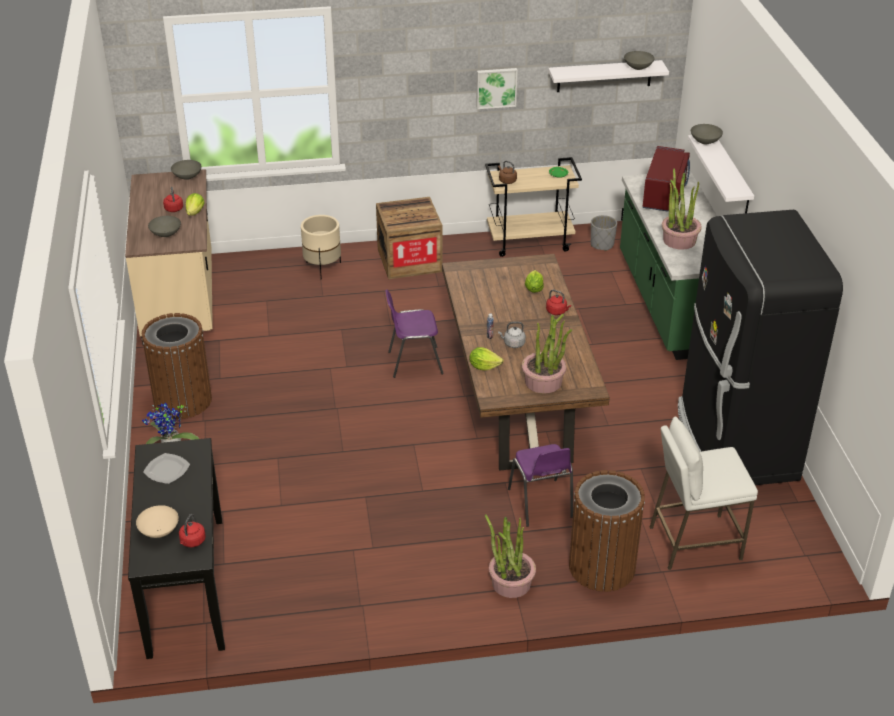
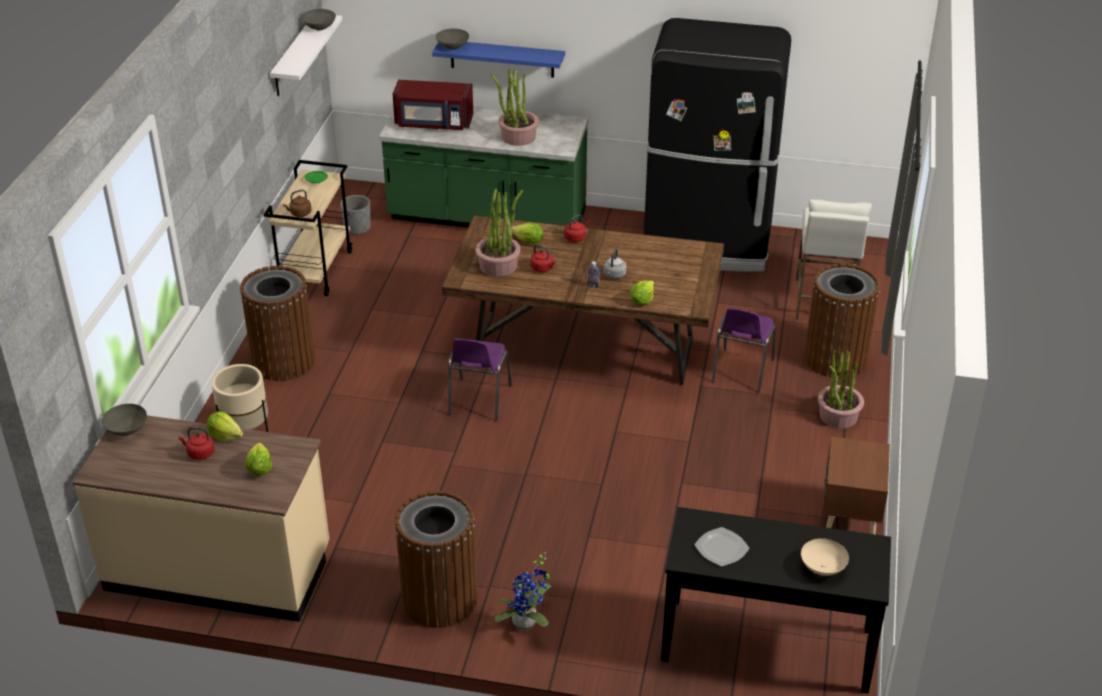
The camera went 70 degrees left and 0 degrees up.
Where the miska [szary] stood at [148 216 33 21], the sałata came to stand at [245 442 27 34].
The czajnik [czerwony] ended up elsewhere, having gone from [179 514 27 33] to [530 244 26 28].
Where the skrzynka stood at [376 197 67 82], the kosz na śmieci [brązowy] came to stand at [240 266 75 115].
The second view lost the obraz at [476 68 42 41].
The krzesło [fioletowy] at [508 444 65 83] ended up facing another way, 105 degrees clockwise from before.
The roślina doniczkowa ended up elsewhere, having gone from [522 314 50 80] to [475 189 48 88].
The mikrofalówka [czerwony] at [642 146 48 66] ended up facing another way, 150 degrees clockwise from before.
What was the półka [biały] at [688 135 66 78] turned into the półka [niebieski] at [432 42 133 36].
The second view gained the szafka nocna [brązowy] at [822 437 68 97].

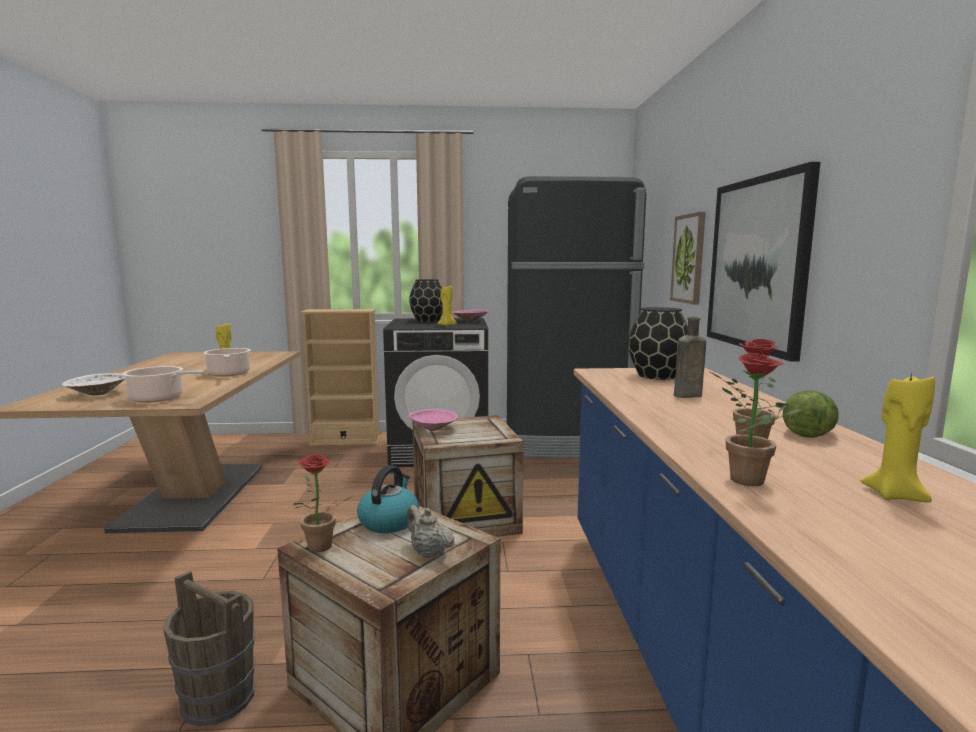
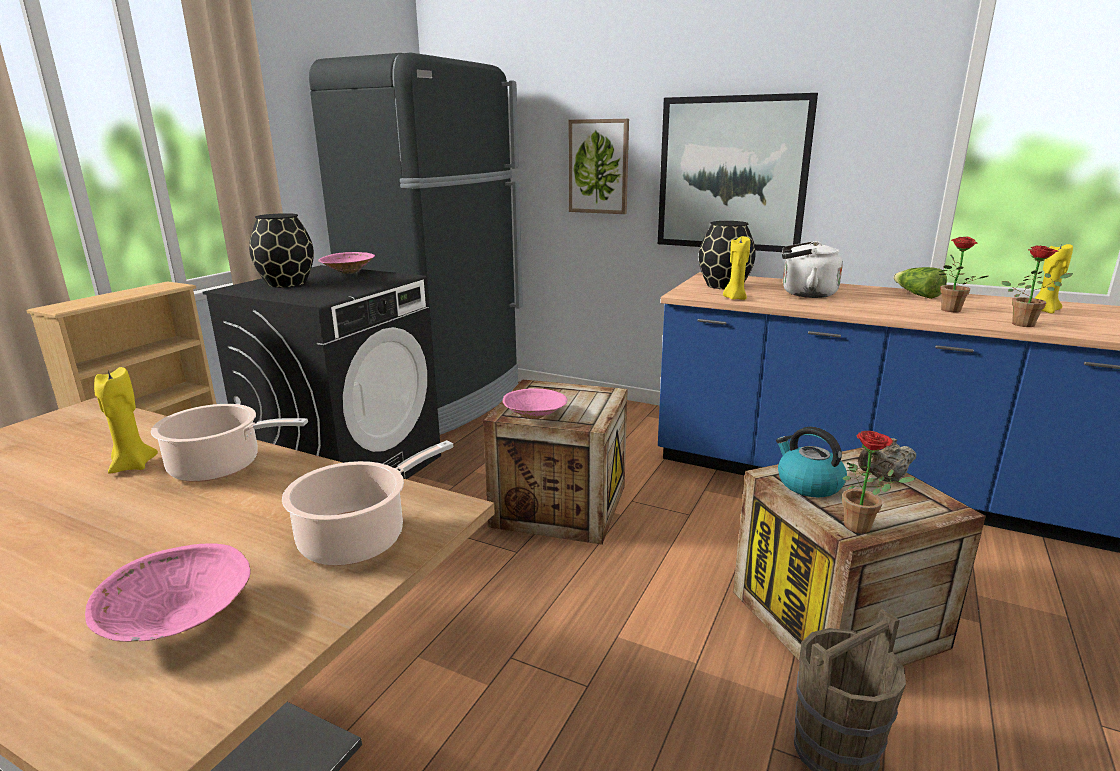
The camera went 60 degrees left and 10 degrees up.
What was the miska [biały] at [62 373 63 23] turned into the miska [różowy] at [85 543 166 99].
The świeca [żółty] ended up elsewhere, having gone from [437 285 20 41] to [723 236 27 64].
Where the butelka [brązowy] stood at [674 317 32 81], the czajnik [biały] came to stand at [782 241 61 57].

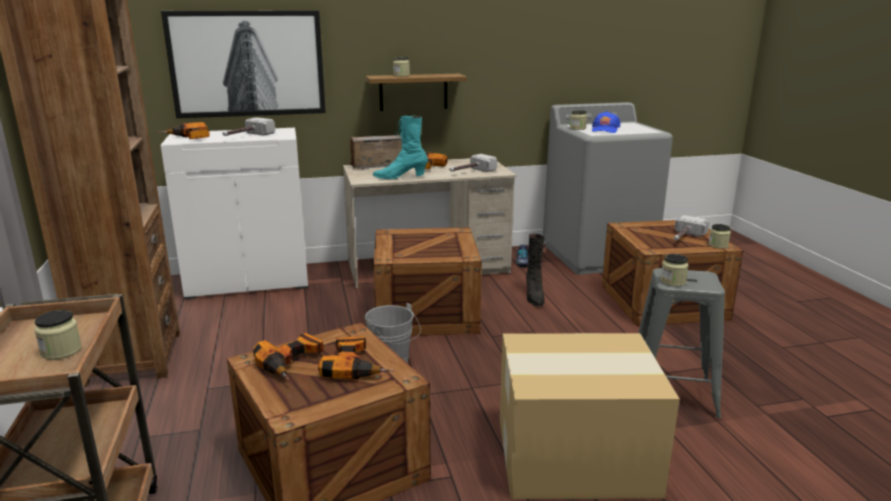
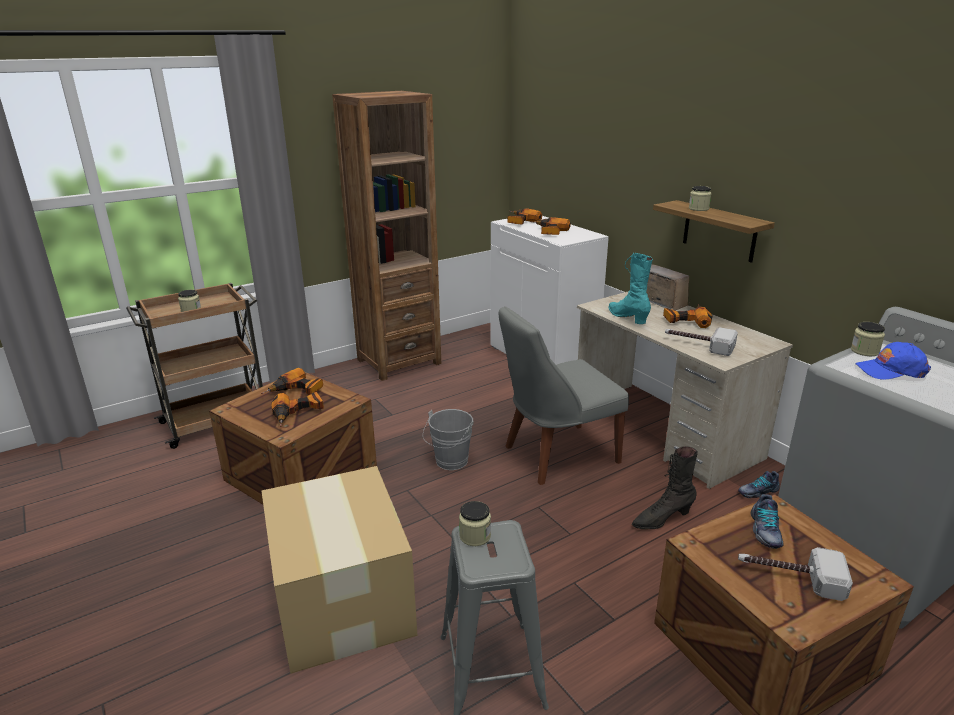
The camera went 70 degrees right and 5 degrees up.
The second view lost the obraz at [161 10 165 108].
Where the młotek stood at [223 117 52 19], the wiertarka came to stand at [530 217 41 18].
Where the skrzynka stood at [374 227 108 109], the krzesło [szary] came to stand at [499 306 130 179].
The second view lost the słoik at [708 224 23 25].
The second view gained the but at [750 494 34 55].

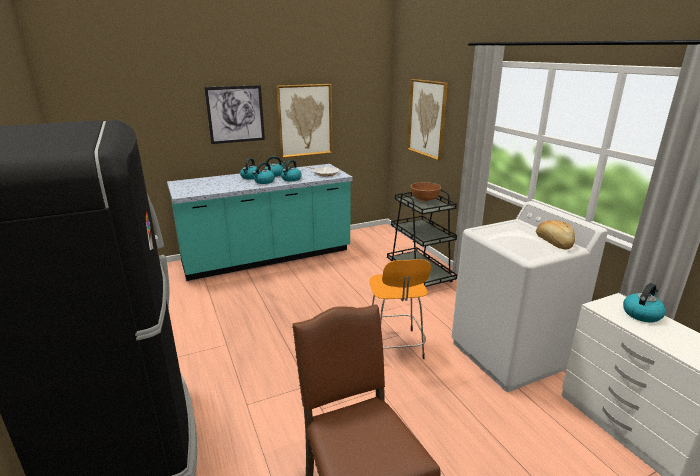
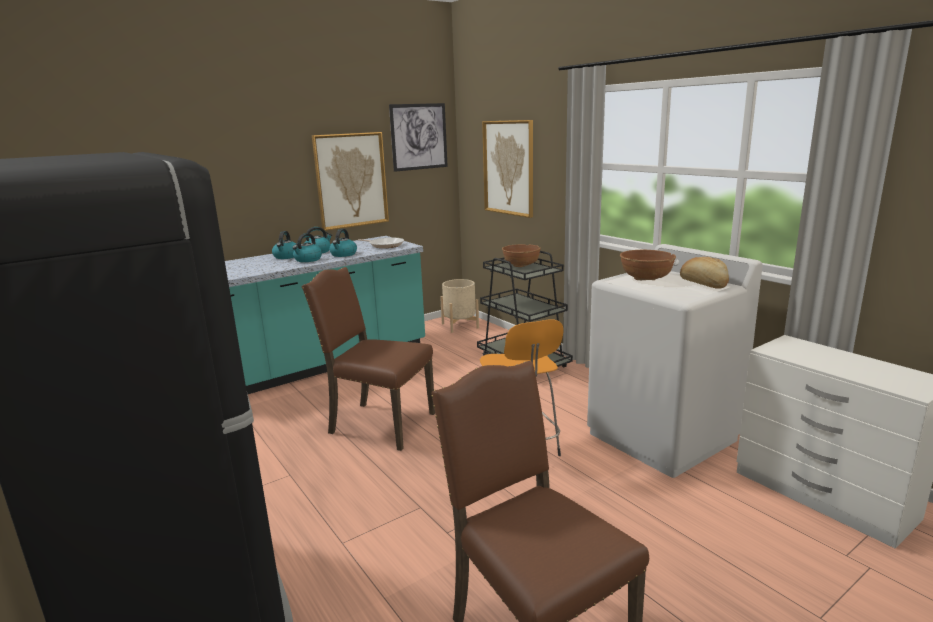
The camera went 10 degrees left and 5 degrees down.
The obraz ended up elsewhere, having gone from [204 85 61 59] to [389 103 59 69].
The second view lost the czajnik at [623 283 43 40].
The second view gained the krzesło [brązowy] at [302 267 133 184].
The second view gained the donica [beżowy] at [440 279 39 54].
The second view gained the miska [brązowy] at [620 250 56 31].

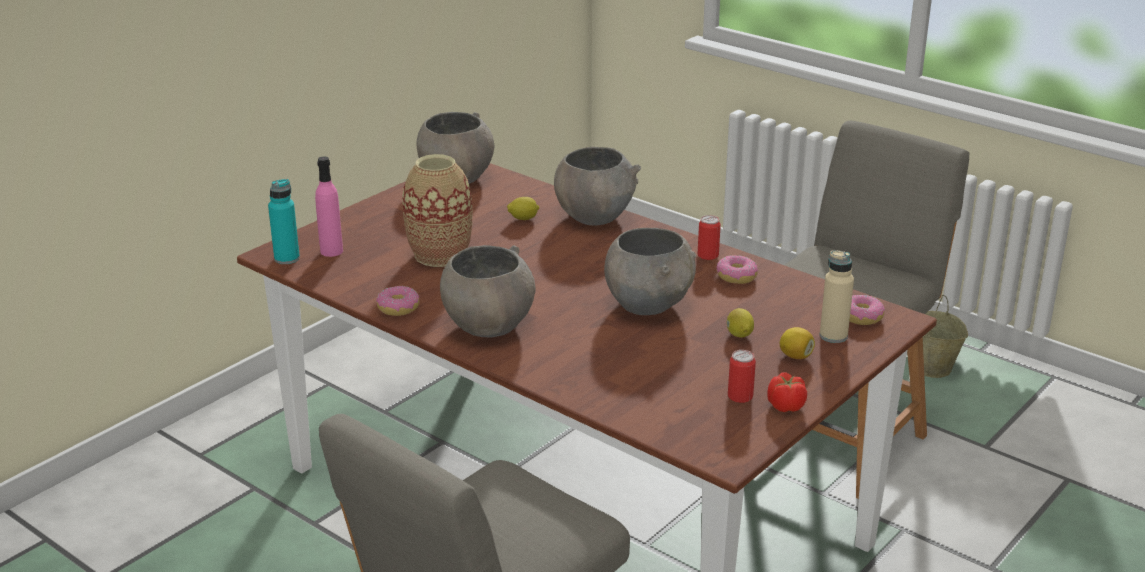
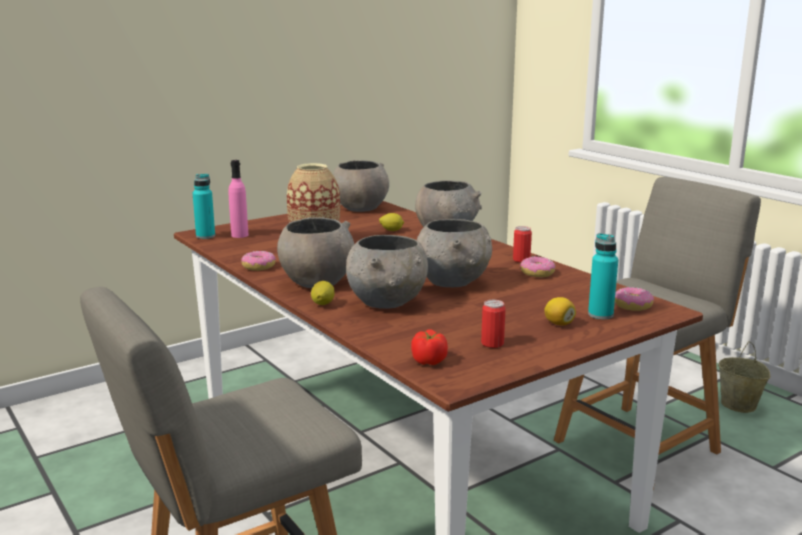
The camera went 15 degrees right and 10 degrees down.
The cytryna ended up elsewhere, having gone from [727 308 27 29] to [311 281 24 24].
The pomidor ended up elsewhere, having gone from [767 372 40 40] to [411 330 37 35].
What was the butelka [beżowy] at [820 250 34 93] turned into the butelka [turkusowy] at [588 233 30 86].
The second view gained the miska [szary] at [346 235 82 74].

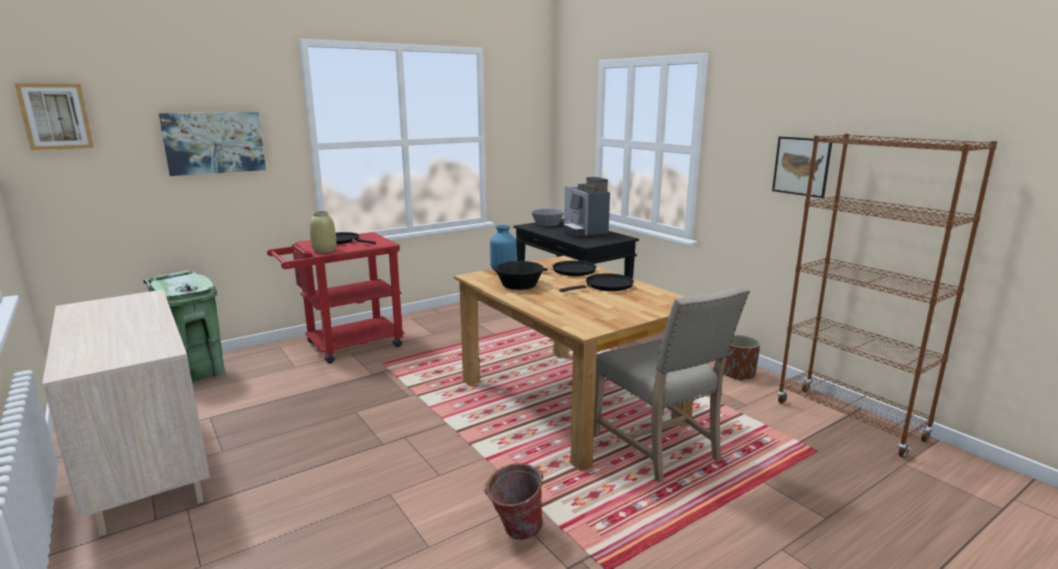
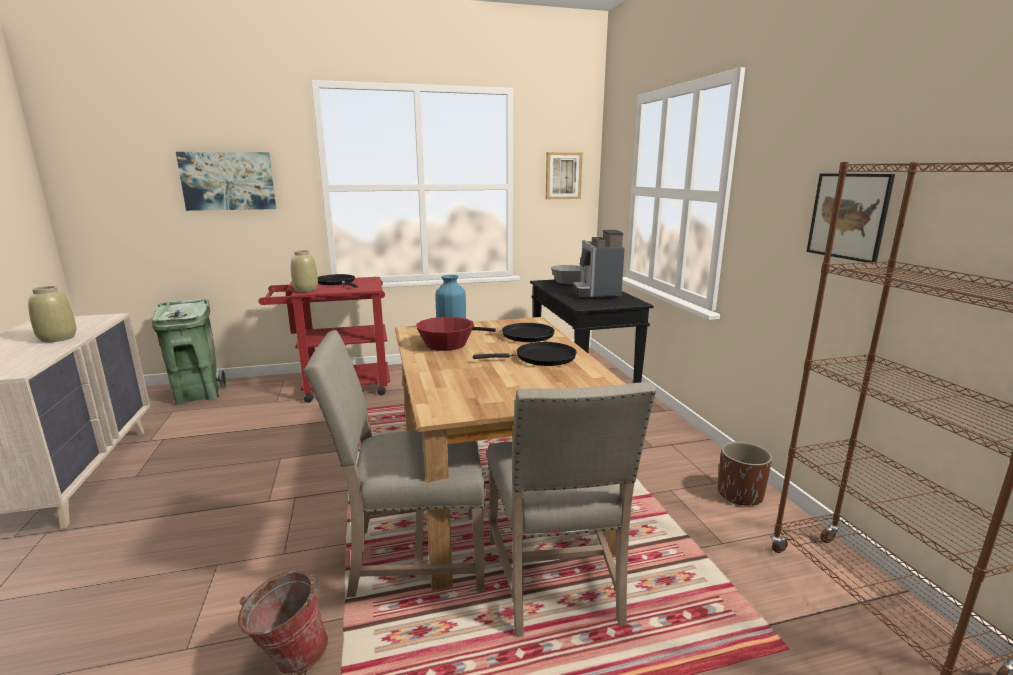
The camera went 20 degrees right and 0 degrees up.
The obraz ended up elsewhere, having gone from [14 83 80 67] to [546 152 37 47].
What was the miska [czarny] at [495 261 49 29] turned into the miska [czerwony] at [416 317 58 34].
The second view gained the wazon [beżowy] at [28 286 48 56].
The second view gained the krzesło [beżowy] at [303 330 183 267].

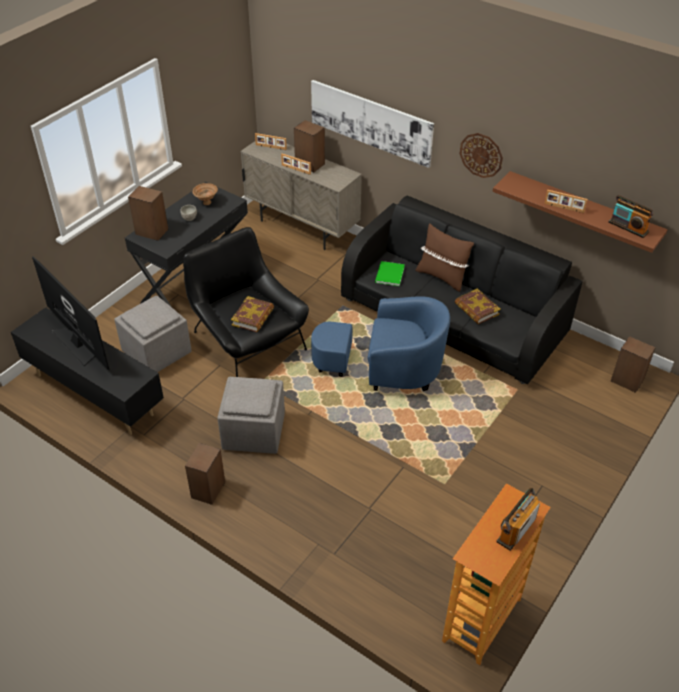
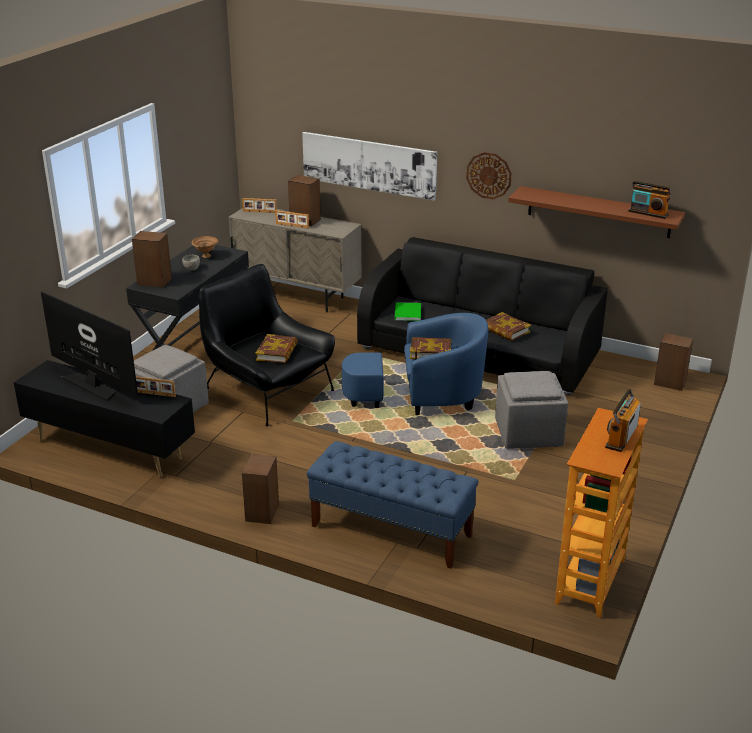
The camera went 10 degrees left and 15 degrees down.
The pufa [szary] ended up elsewhere, having gone from [217 377 68 77] to [495 371 73 78].
The second view lost the poduszka [brązowy] at [415 223 59 69].
The ramka na zdjęcie ended up elsewhere, having gone from [544 190 44 23] to [136 376 40 21].
The second view gained the ławka [niebieski] at [307 441 171 128].
The second view gained the książka at [410 337 41 23].

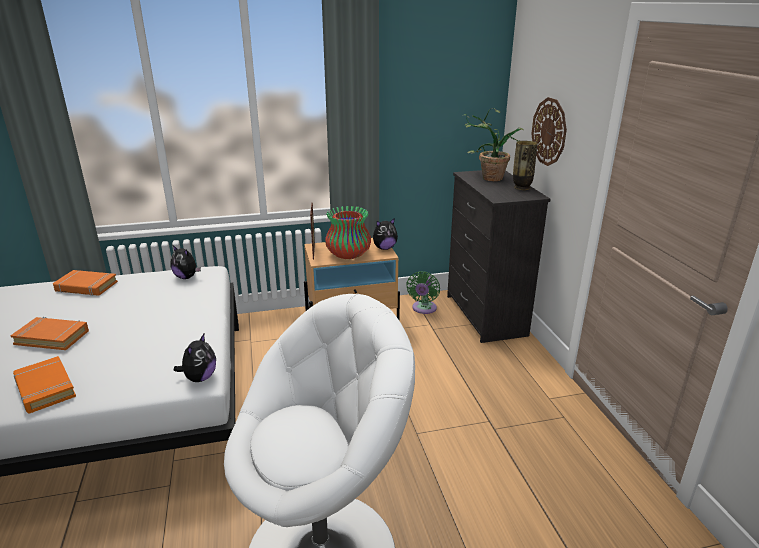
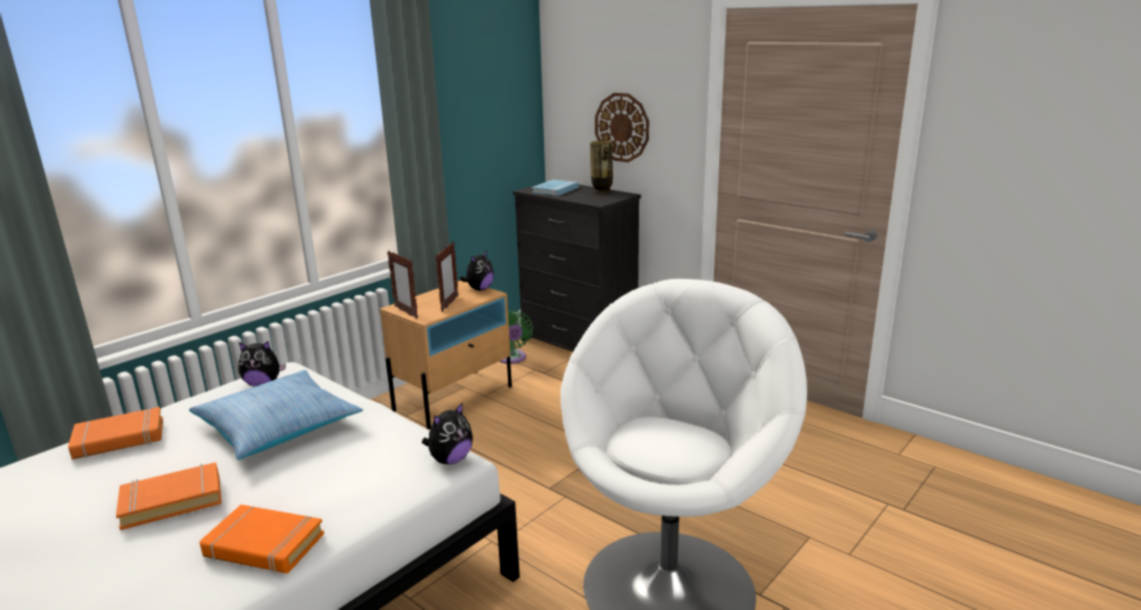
The camera went 35 degrees left and 5 degrees down.
The pluszak at [174 334 42 48] ended up facing another way, 60 degrees clockwise from before.
Where the wazon stood at [325 206 46 53], the ramka na zdjęcie came to stand at [436 241 23 71].
Where the roślina doniczkowa stood at [464 108 60 73], the książka [niebieski] came to stand at [531 180 48 16].
The second view gained the poduszka at [189 370 174 90].

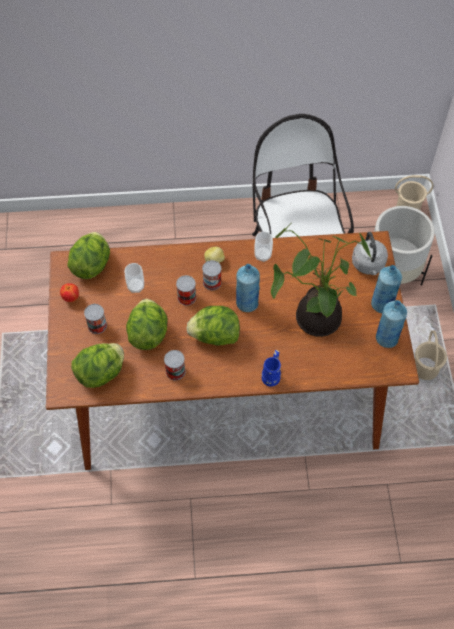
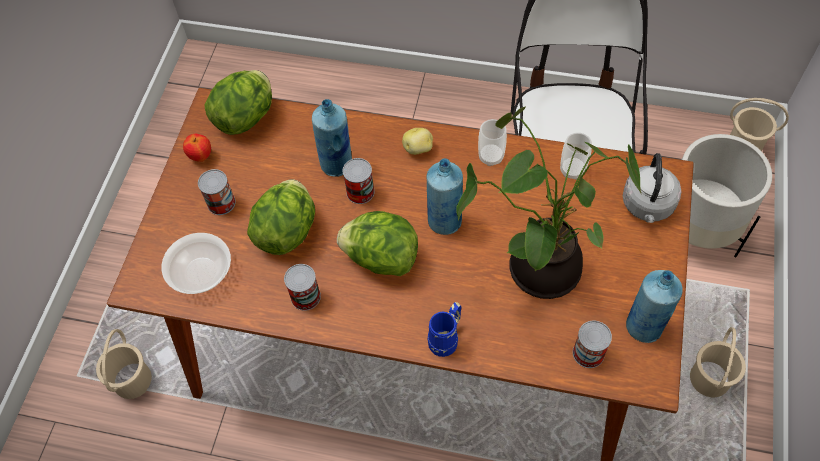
The camera went 20 degrees right and 0 degrees up.
Where the sałata stood at [71 343 53 45], the miska came to stand at [161 233 70 61].
The filiżanka ended up elsewhere, having gone from [125 263 19 30] to [560 133 32 47].
The puszka ended up elsewhere, having gone from [202 260 20 30] to [573 320 39 48].
The butelka [niebieski] ended up elsewhere, having gone from [371 265 31 48] to [312 99 40 78].
The second view gained the wiadro [beżowy] at [96 329 56 70].

